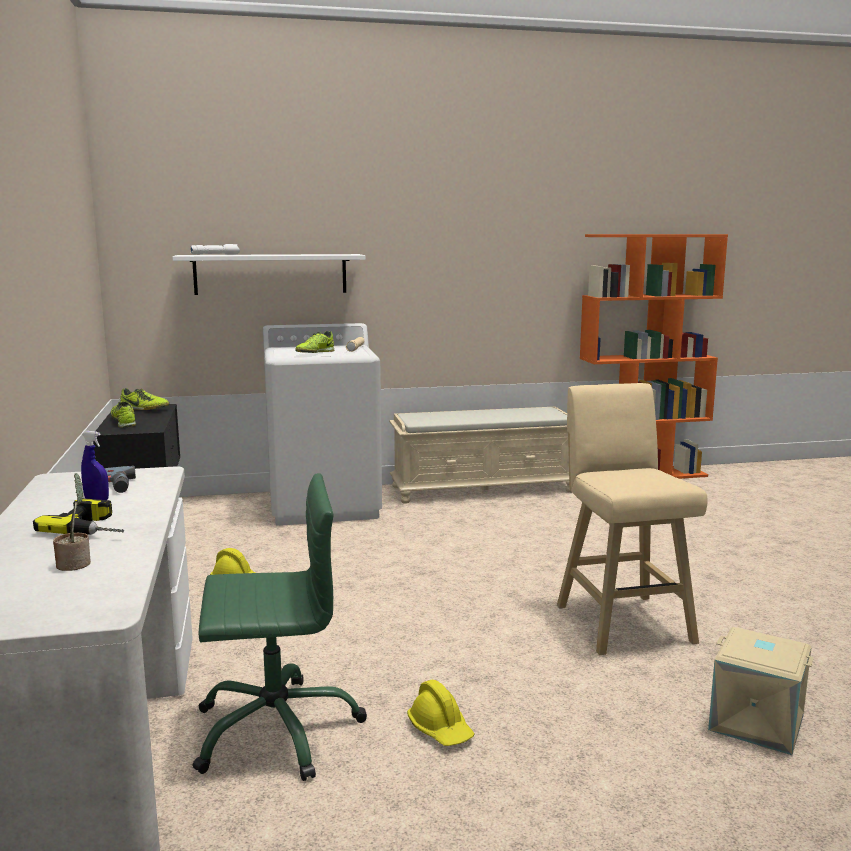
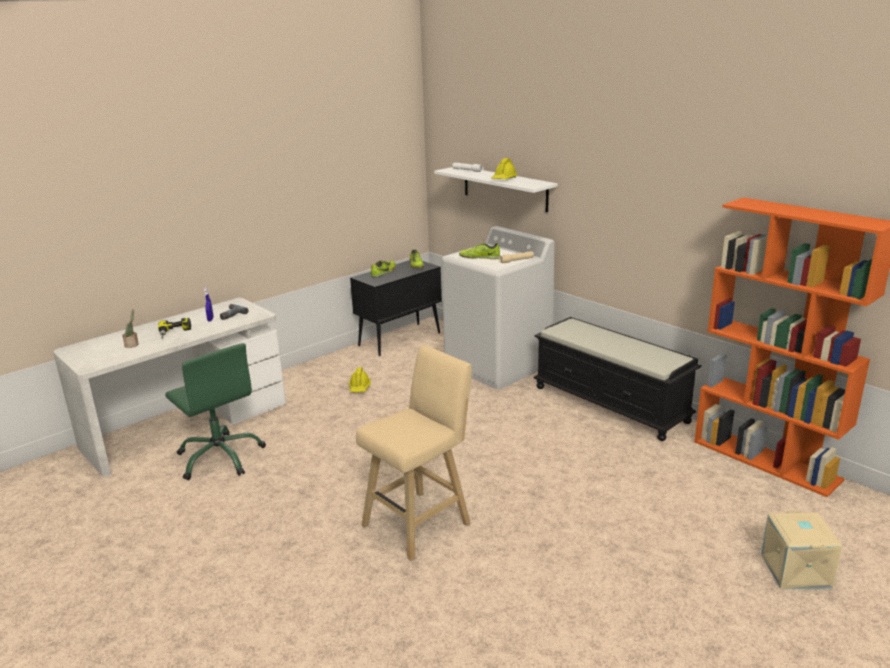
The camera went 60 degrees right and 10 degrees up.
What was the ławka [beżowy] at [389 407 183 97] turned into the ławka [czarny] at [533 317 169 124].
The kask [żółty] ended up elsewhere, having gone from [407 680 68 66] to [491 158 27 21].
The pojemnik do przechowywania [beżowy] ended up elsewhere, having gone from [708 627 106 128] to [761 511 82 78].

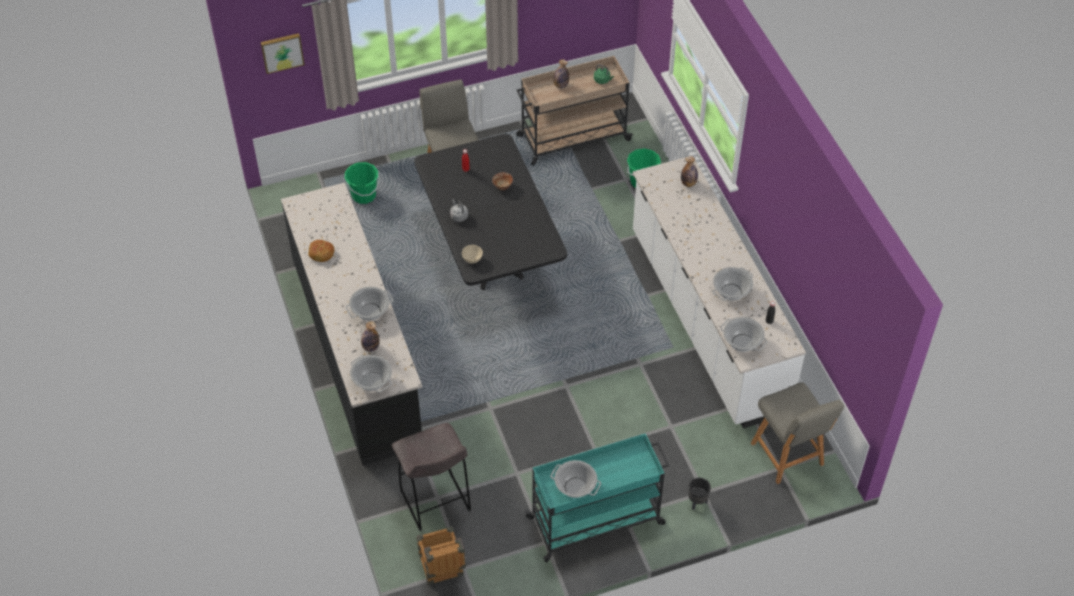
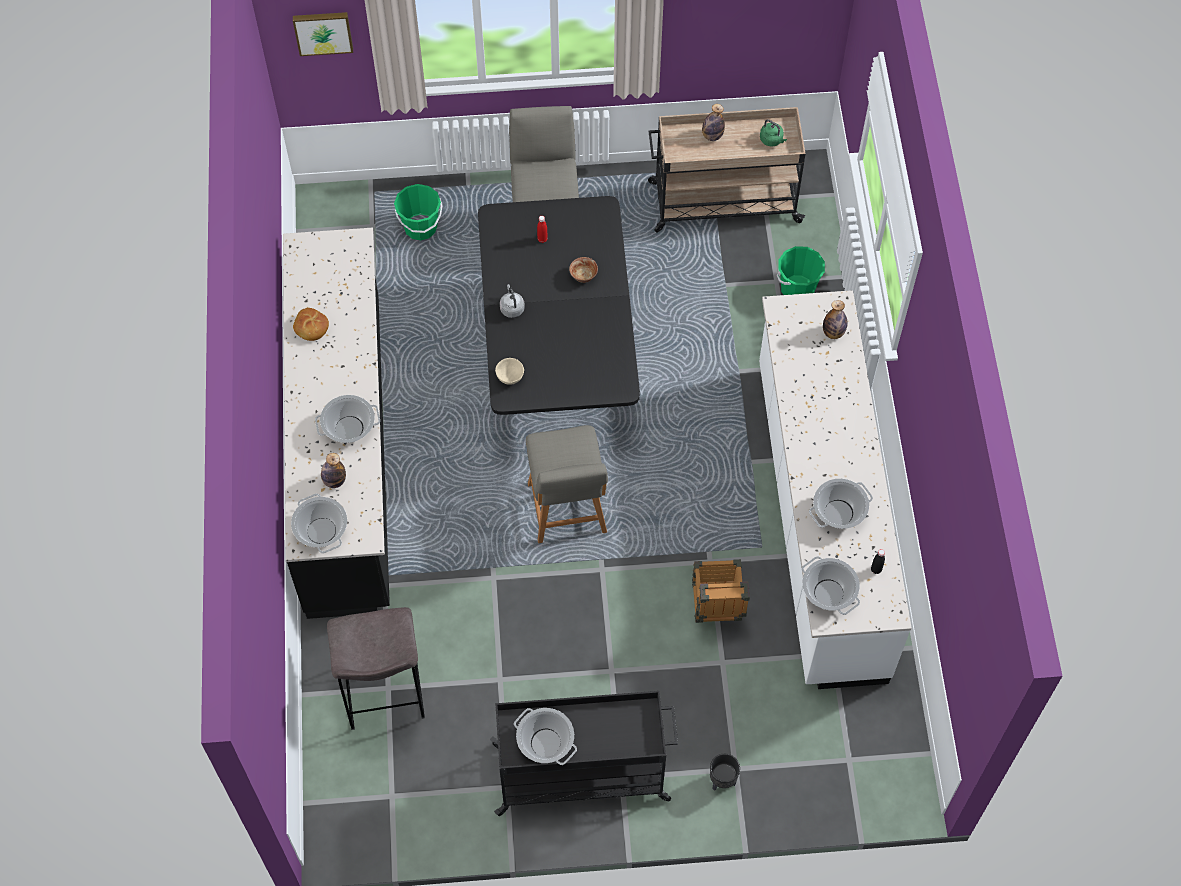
The camera went 15 degrees right and 10 degrees up.
The skrzynka ended up elsewhere, having gone from [417 526 49 59] to [692 559 58 64].
What was the wózek [turkusowy] at [524 433 145 130] turned into the wózek [czarny] at [490 691 188 125].
The krzesło [szary] ended up elsewhere, having gone from [751 383 93 101] to [526 425 82 118].

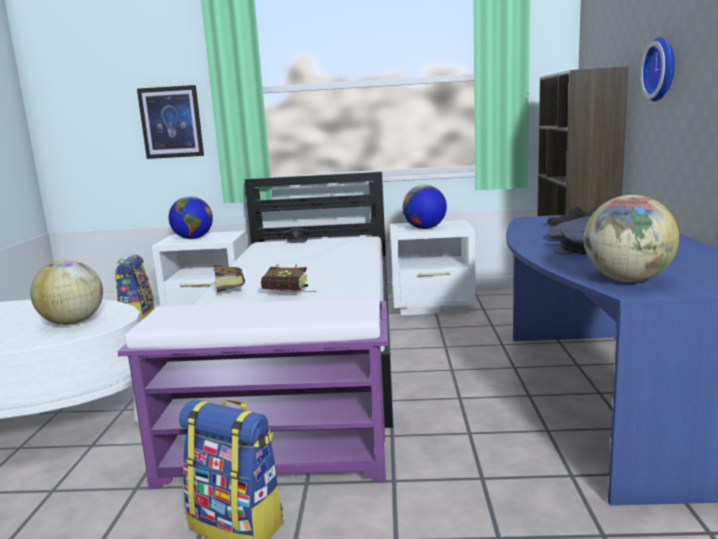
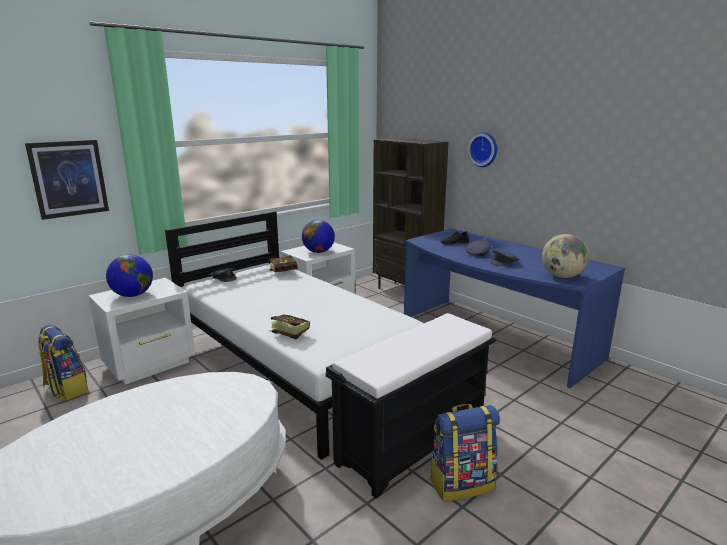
The camera went 45 degrees left and 5 degrees up.
The second view lost the globus at [30 259 73 66].
What was the ławka [fioletowy] at [117 297 271 192] turned into the ławka [czarny] at [326 313 170 185].
The książka ended up elsewhere, having gone from [261 265 55 27] to [269 255 30 17].

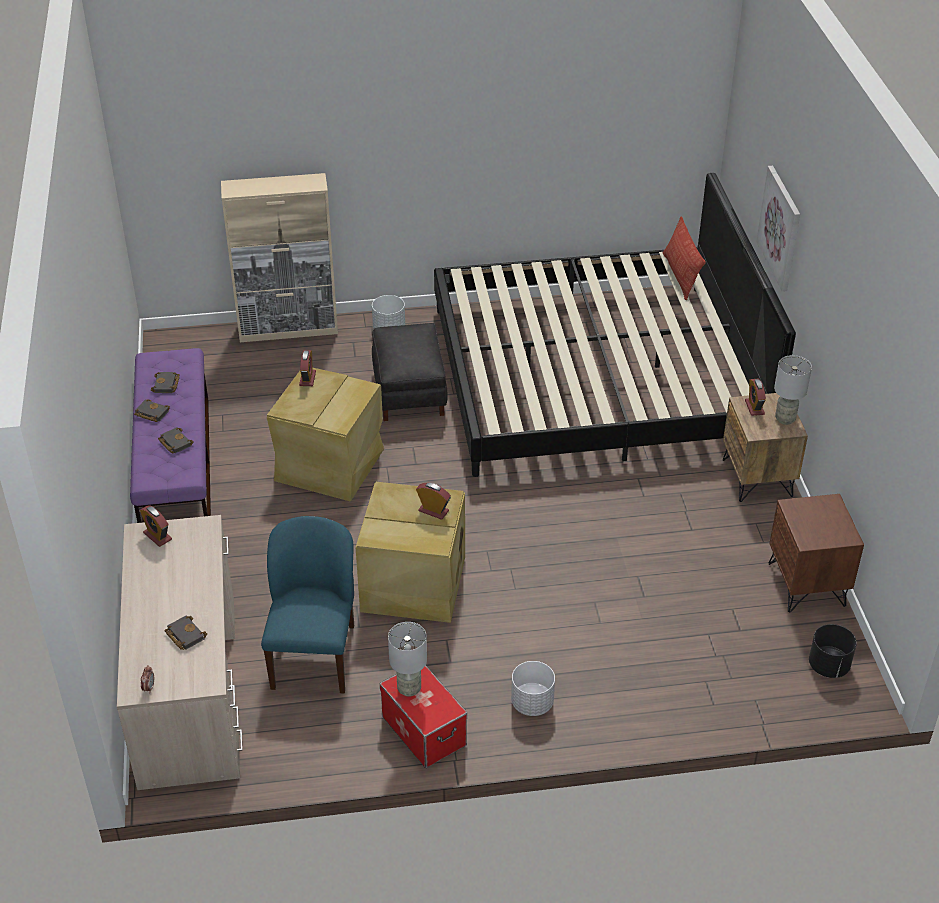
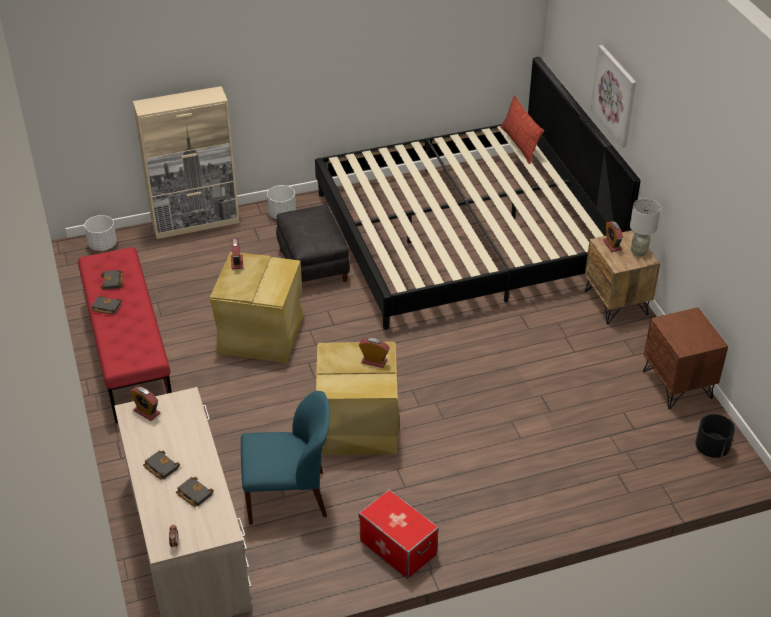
The camera went 10 degrees left and 0 degrees up.
What was the ławka [fioletowy] at [130 348 81 175] turned into the ławka [czerwony] at [78 247 94 176].
The książka [czarny] ended up elsewhere, having gone from [158 427 36 26] to [143 450 37 30].
The krzesło [niebieski] at [261 516 93 178] ended up facing another way, 90 degrees clockwise from before.
The second view lost the lampa stołowa [szary] at [388 622 39 75].
The donica [biały] ended up elsewhere, having gone from [511 661 44 55] to [84 215 33 36].

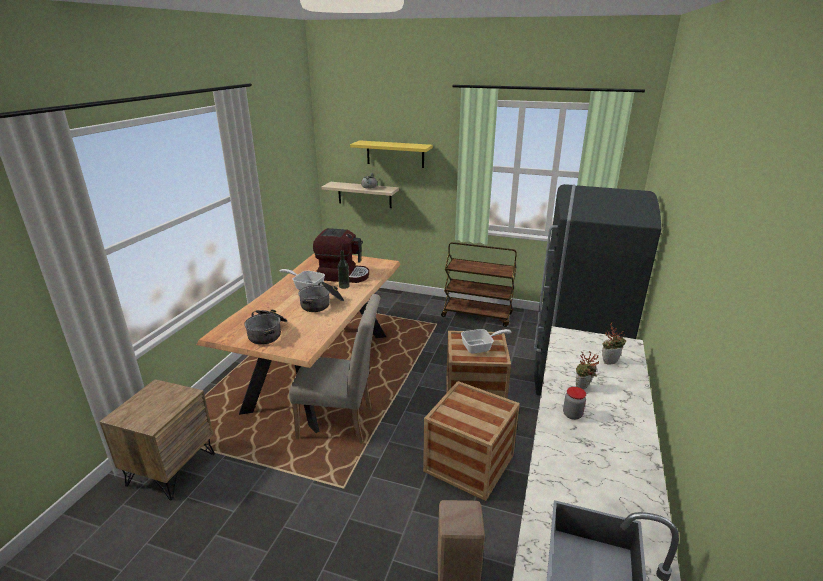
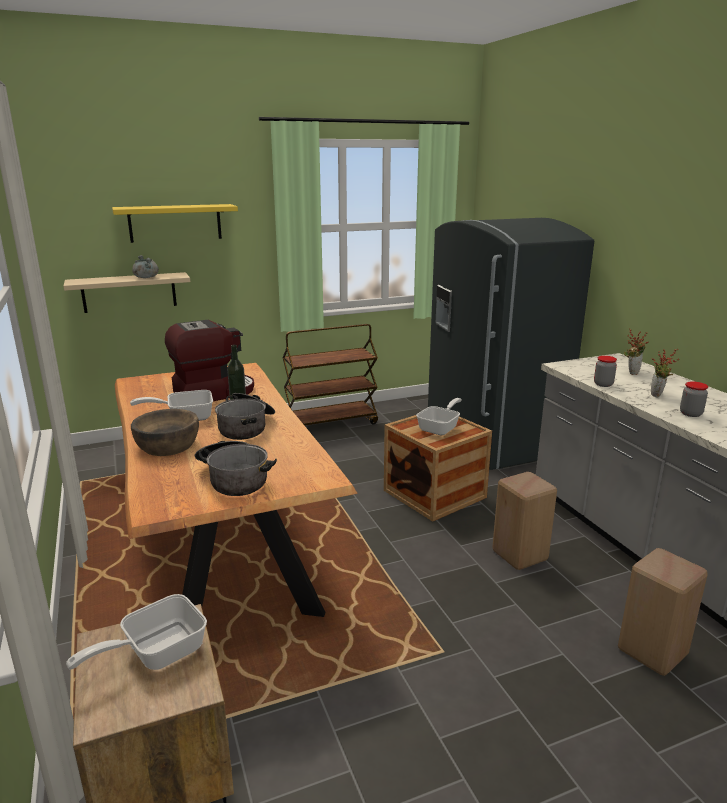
The camera went 40 degrees left and 5 degrees down.
The second view lost the krzesło [beżowy] at [289 294 92 149].
Where the skrzynka stood at [423 381 97 120], the stołek [beżowy] came to stand at [492 472 65 98].
The second view gained the patelnia at [66 594 141 76].
The second view gained the miska [brązowy] at [131 409 68 47].
The second view gained the słoik at [594 356 23 31].

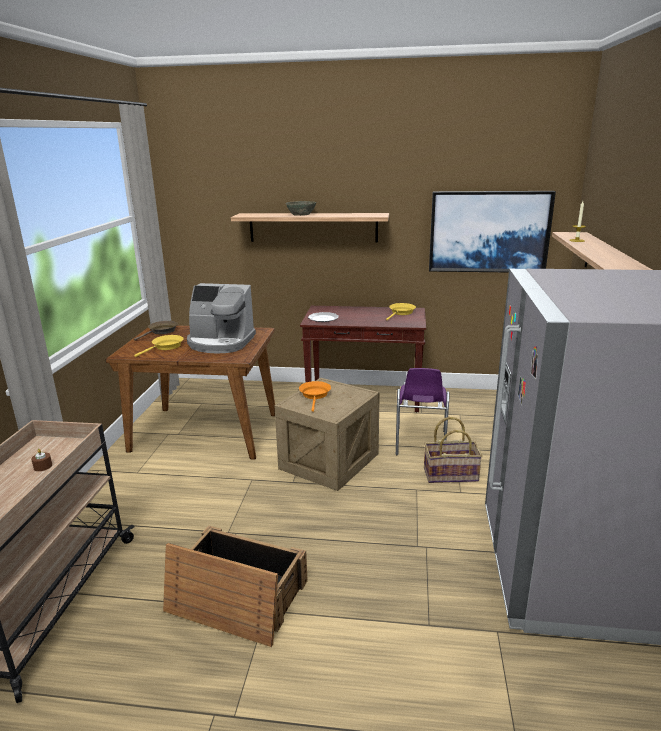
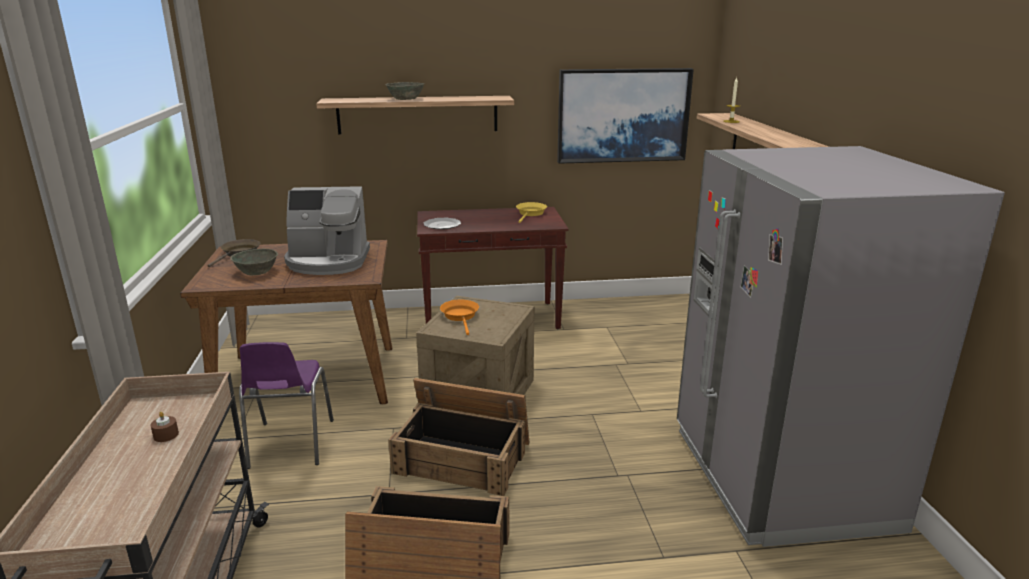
The camera went 15 degrees left and 0 degrees up.
Where the patelnia [żółty] stood at [134 335 50 22], the miska [szary] came to stand at [230 249 48 26].
The krzesło [fioletowy] ended up elsewhere, having gone from [396 368 54 87] to [239 342 95 127].
The second view lost the koszyk at [424 417 58 66].
The second view gained the skrzynka at [388 378 142 118].

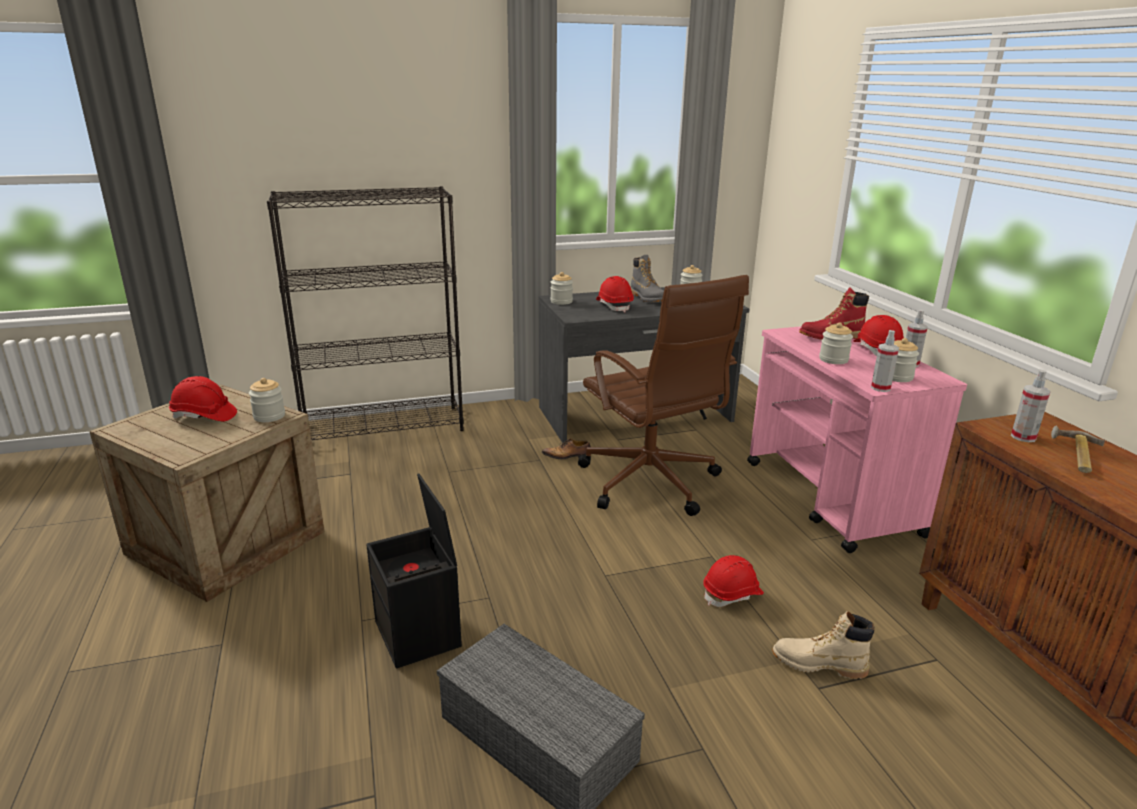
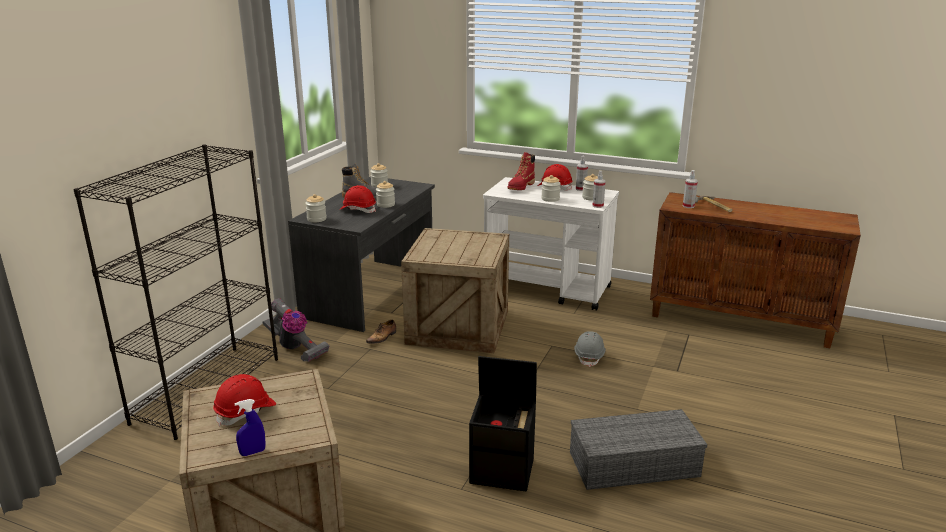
The camera went 50 degrees left and 0 degrees up.
The słoik ended up elsewhere, having gone from [249 378 36 44] to [376 181 19 27].
Where the krzesło biurowe [brązowy] stood at [578 275 171 241], the skrzynka came to stand at [401 228 108 125].
What was the kask [czerwony] at [703 555 61 52] turned into the kask [szary] at [574 331 32 36].
What was the wózek [różowy] at [747 326 220 227] turned into the wózek [biały] at [483 177 136 134].
The second view lost the but z cholewką [beżowy] at [772 611 103 68].
The second view gained the spryskiwacz [niebieski] at [234 399 31 57].
The second view gained the odkurzacz at [263 298 67 64].

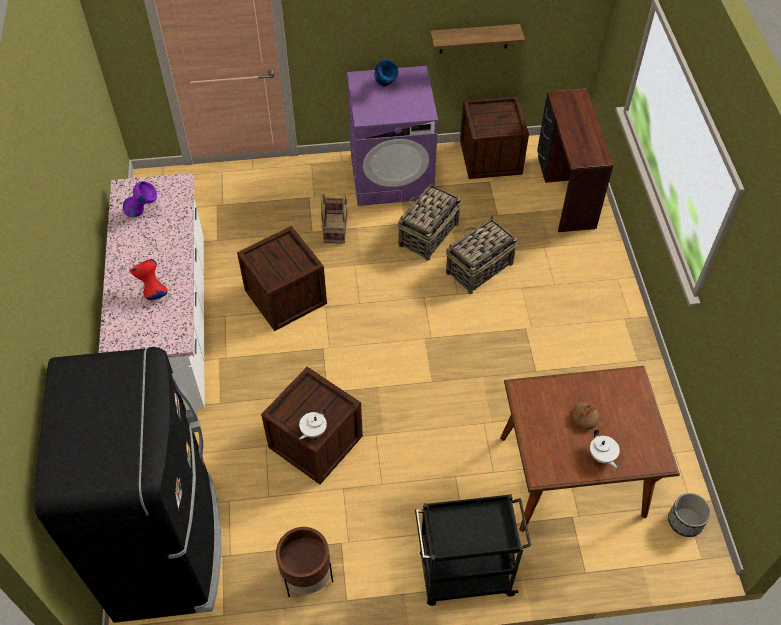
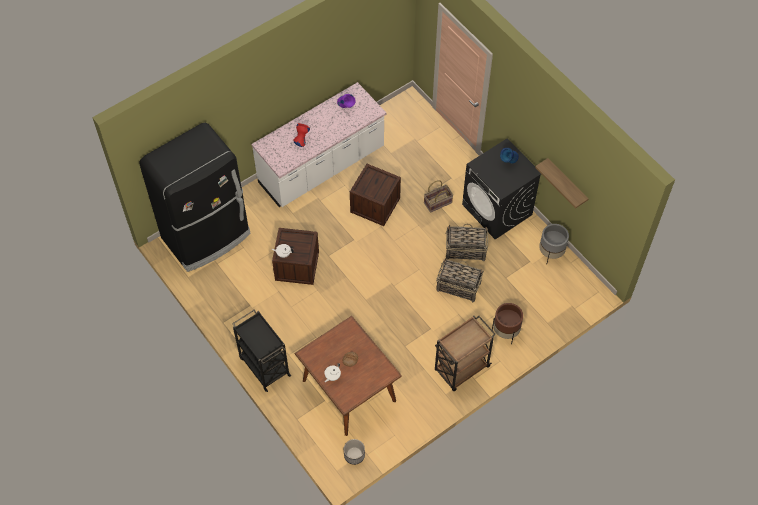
The camera went 60 degrees right and 5 degrees up.
The donica [brązowy] ended up elsewhere, having gone from [276 527 57 70] to [492 303 31 41].
What was the pralka [fioletowy] at [347 66 91 140] turned into the pralka [czarny] at [462 139 79 100].
Where the skrzynka stood at [460 96 69 83], the donica [szary] came to stand at [539 224 30 38].
The second view lost the biurko [brązowy] at [537 88 76 144].
The second view gained the wózek [brązowy] at [435 316 61 75].

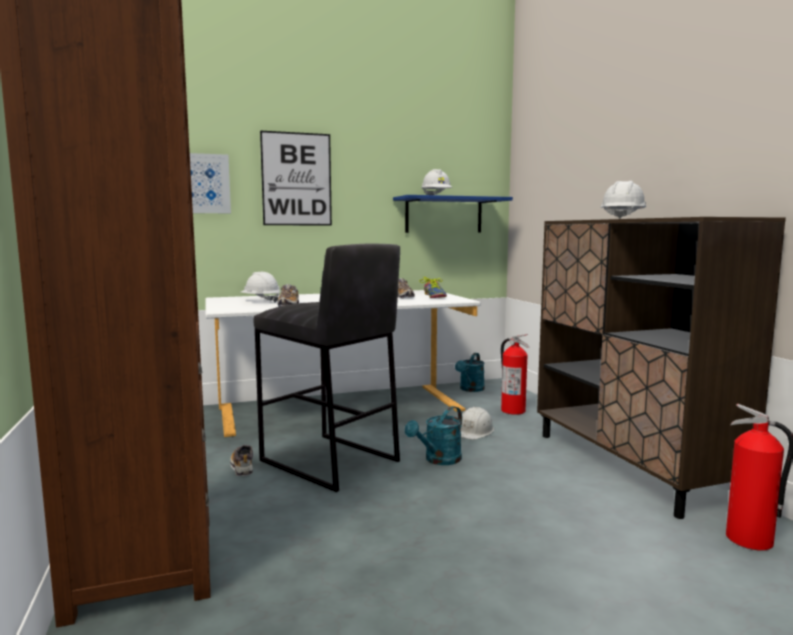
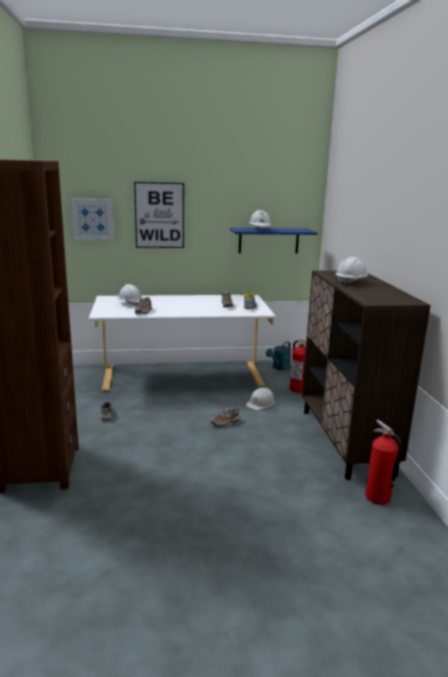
The camera went 10 degrees right and 10 degrees up.
The second view lost the stołek [szary] at [253 243 147 249].
Where the konewka [turkusowy] stood at [405 406 57 59], the but came to stand at [211 408 29 19].

